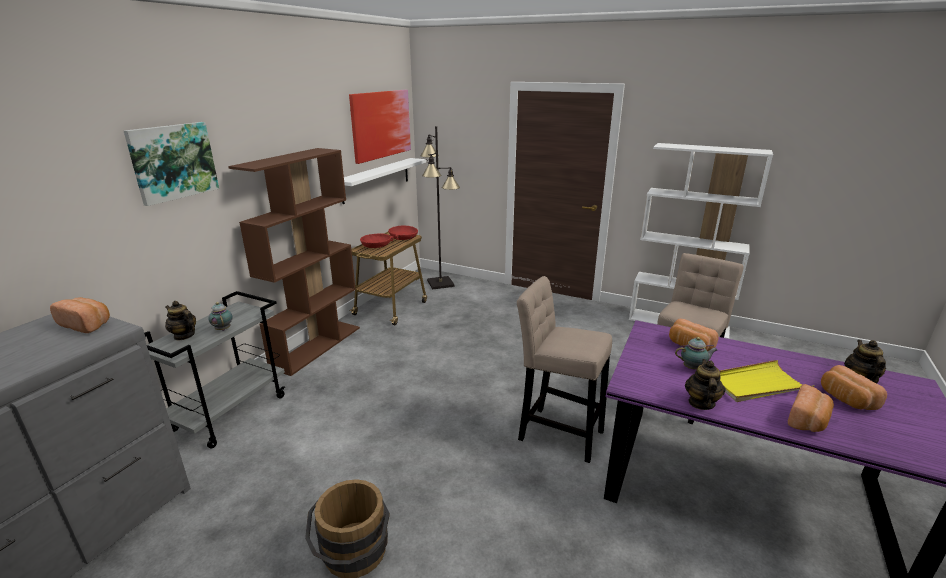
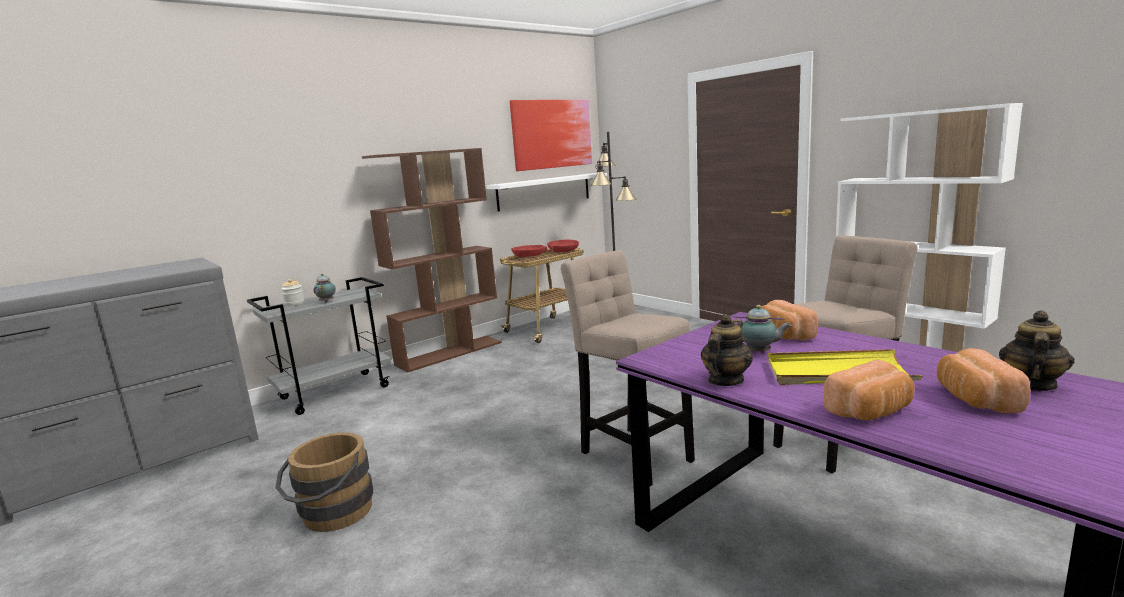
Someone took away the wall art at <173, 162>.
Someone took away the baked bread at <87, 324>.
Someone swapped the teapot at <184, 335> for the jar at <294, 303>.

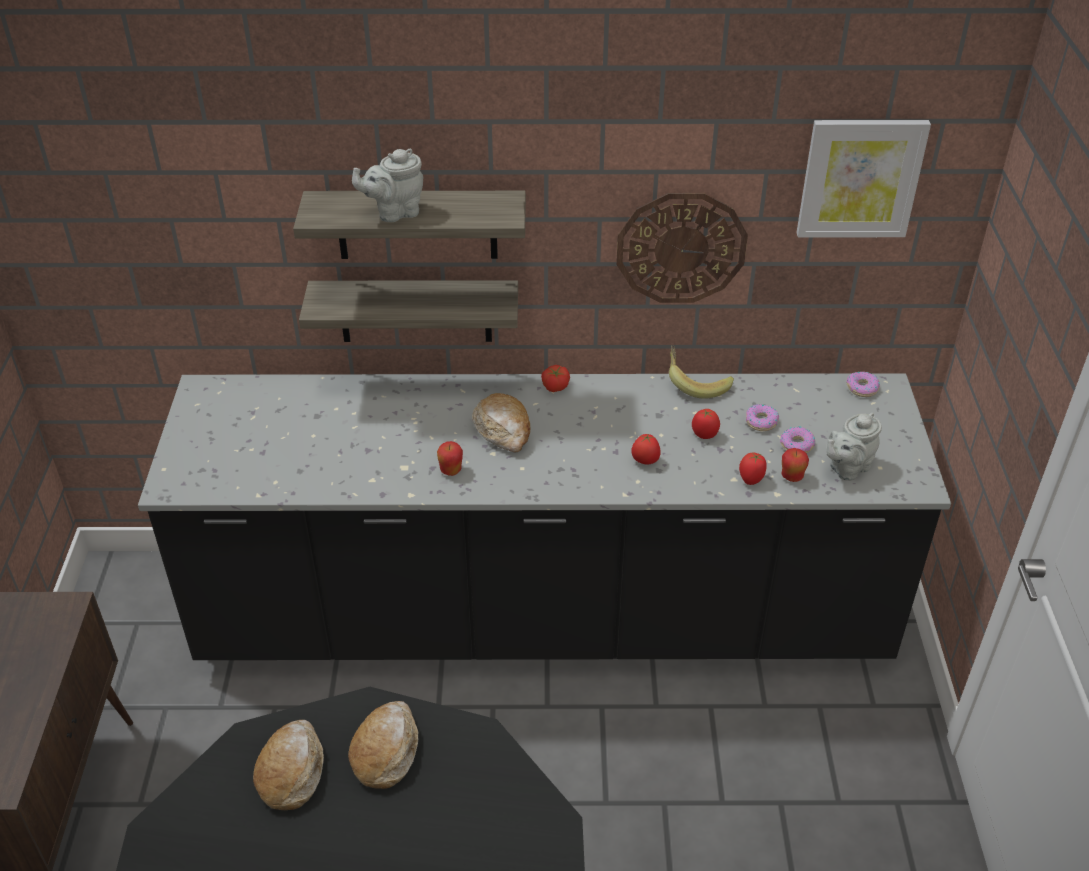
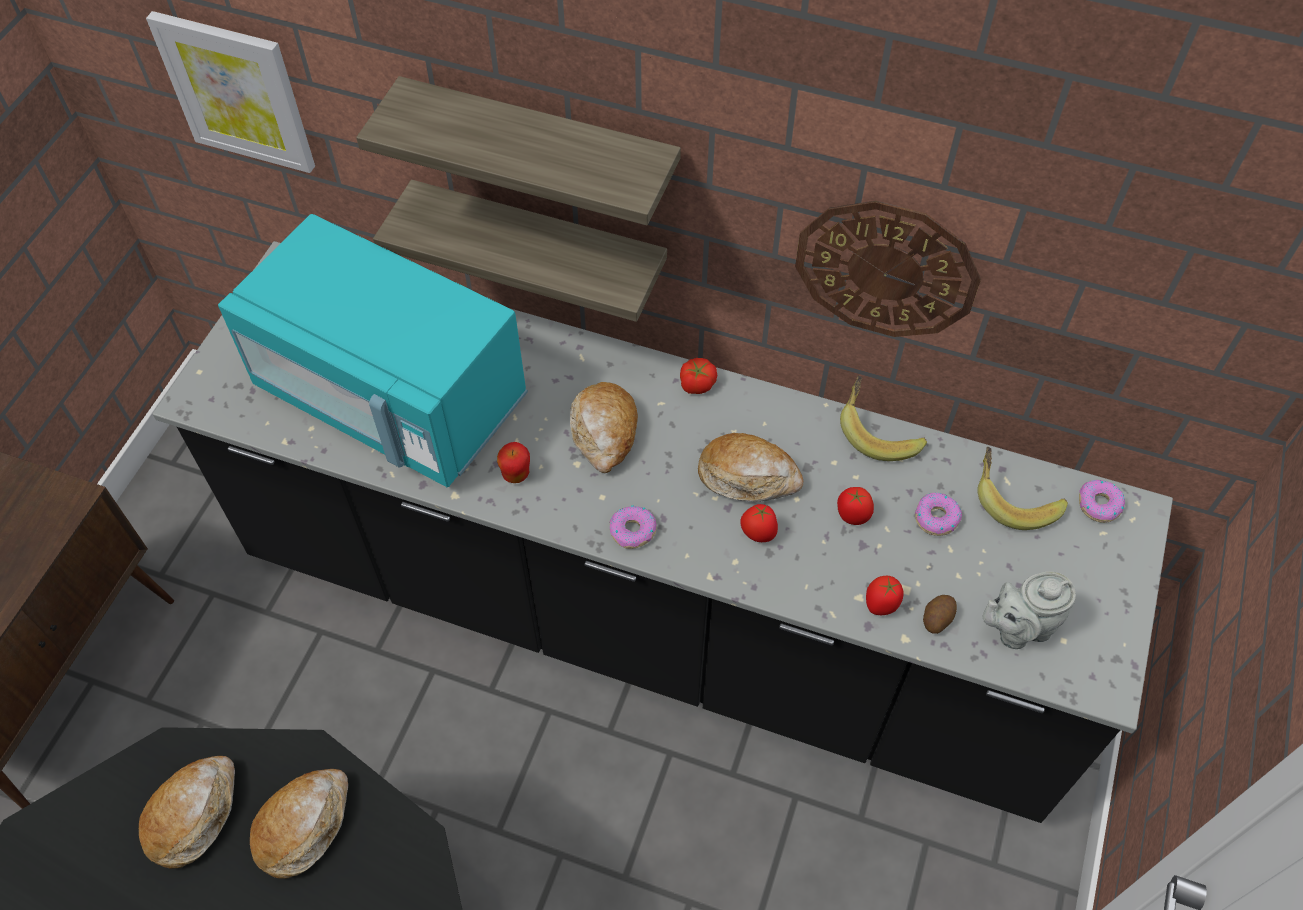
Someone carried the wall art from <860, 178> to <237, 91>.
Someone took away the grey teapot at <394, 212>.
Someone carried the ring doughnut from <797, 445> to <633, 531>.
Someone swapped the whole apple at <792, 477> for the whole potato at <936, 618>.
Someone put down the turquoise kitchen microwave at <392, 397>.
Someone put down the baked bread at <748, 476>.
Someone put down the whole banana at <1013, 499>.

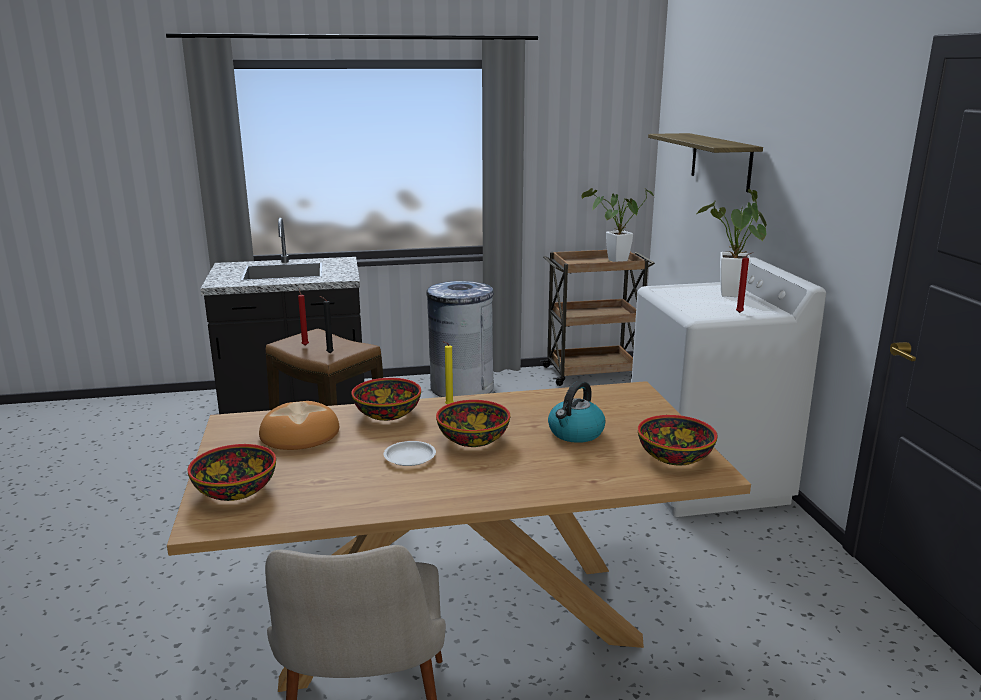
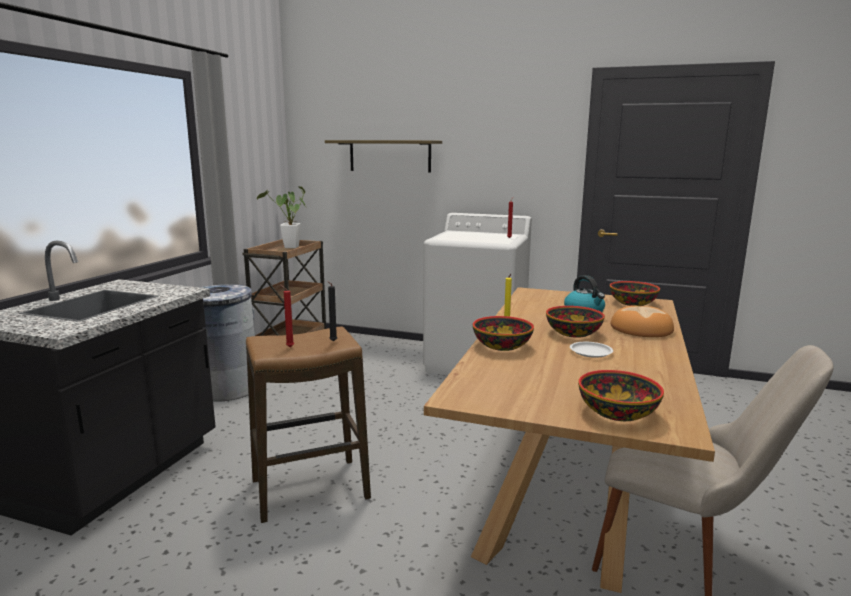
Someone took away the plant in a pot at <730, 296>.
Someone carried the baked bread from <300, 433> to <640, 329>.

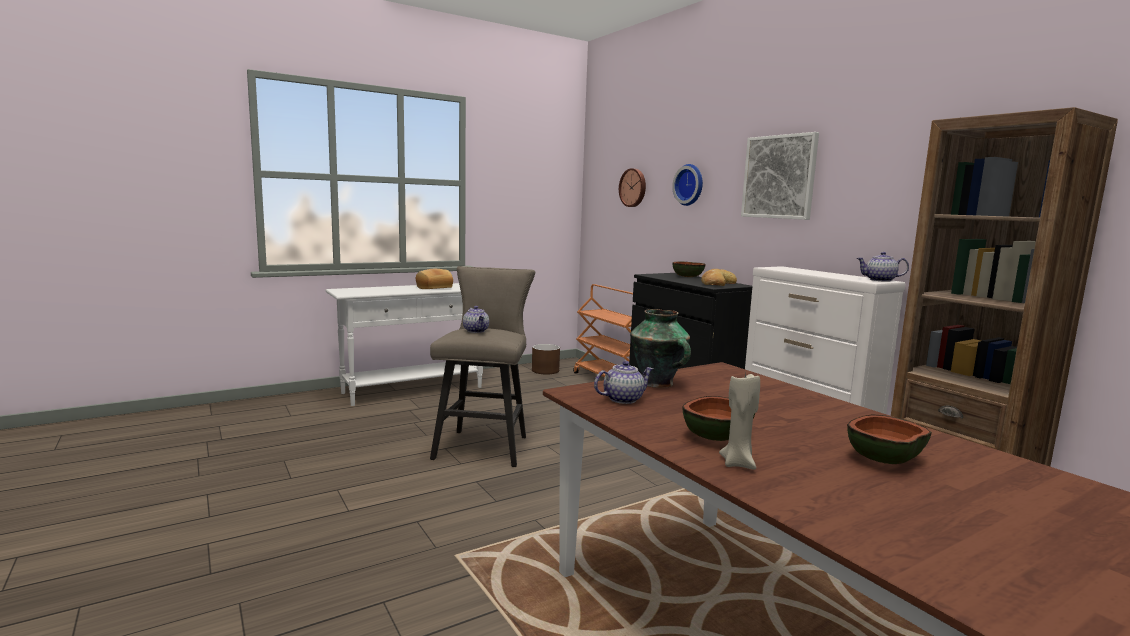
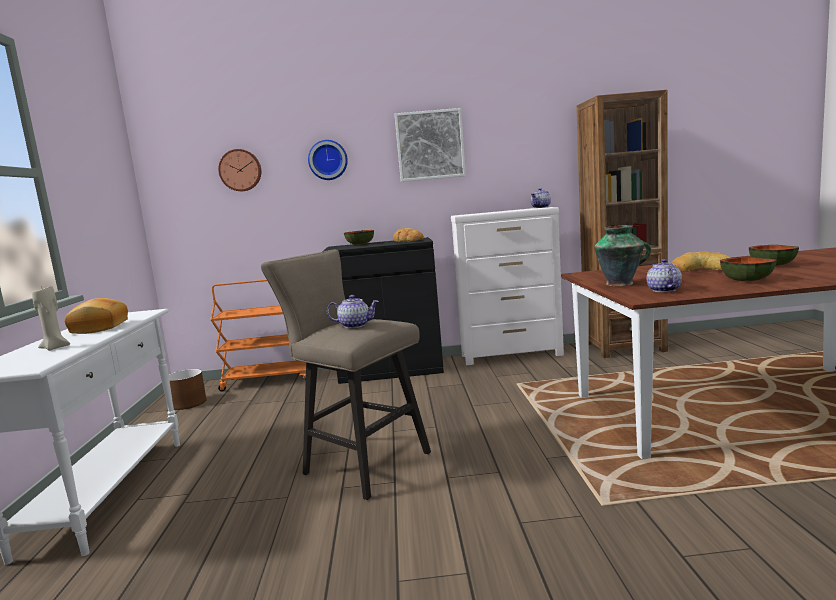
Someone carried the beige-coloured candle from <738, 463> to <55, 348>.
Someone put down the baked bread at <701, 269>.

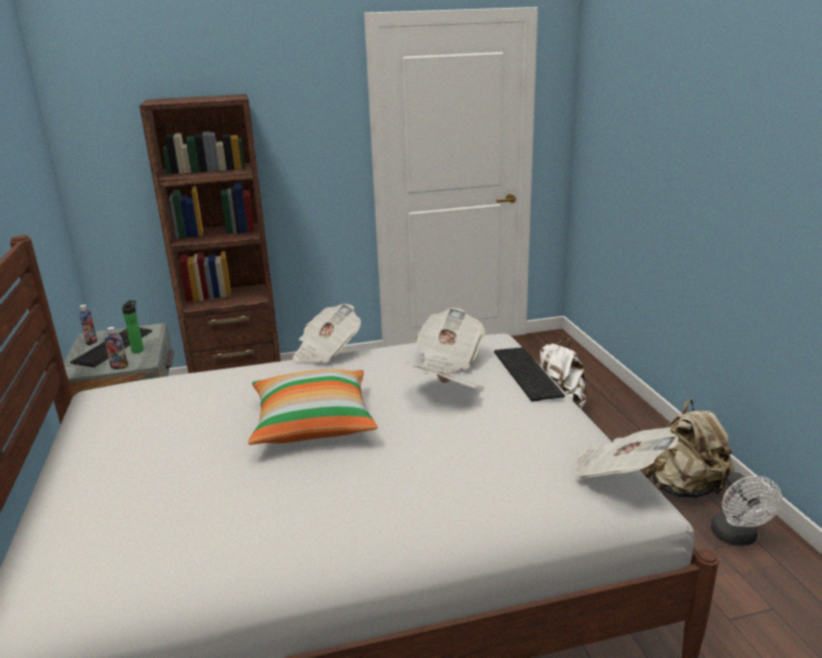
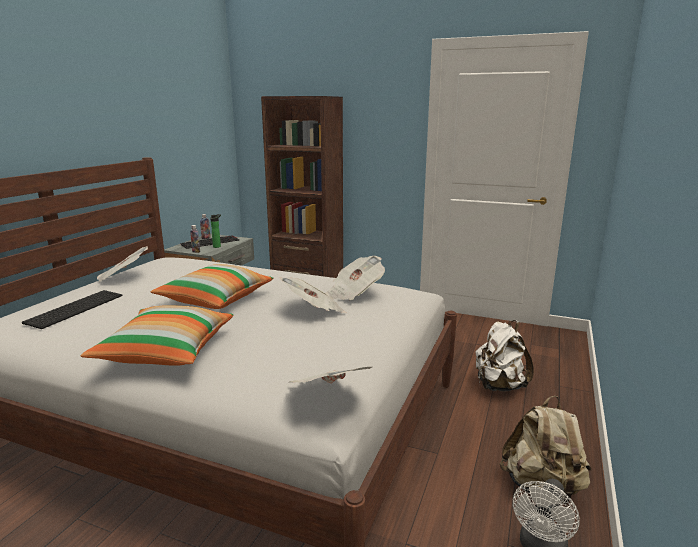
Someone carried the newspaper from <326, 351> to <123, 277>.
Someone carried the computer keyboard from <524, 373> to <75, 308>.
Someone put down the cushion at <166, 351>.

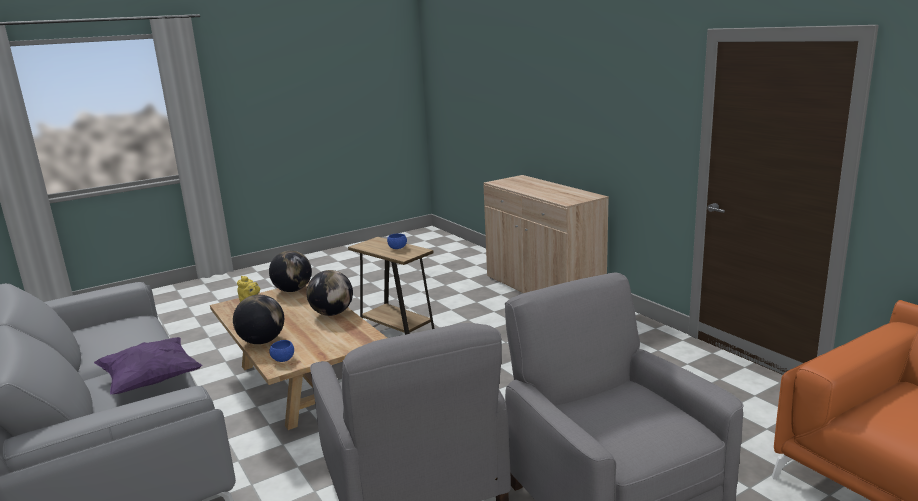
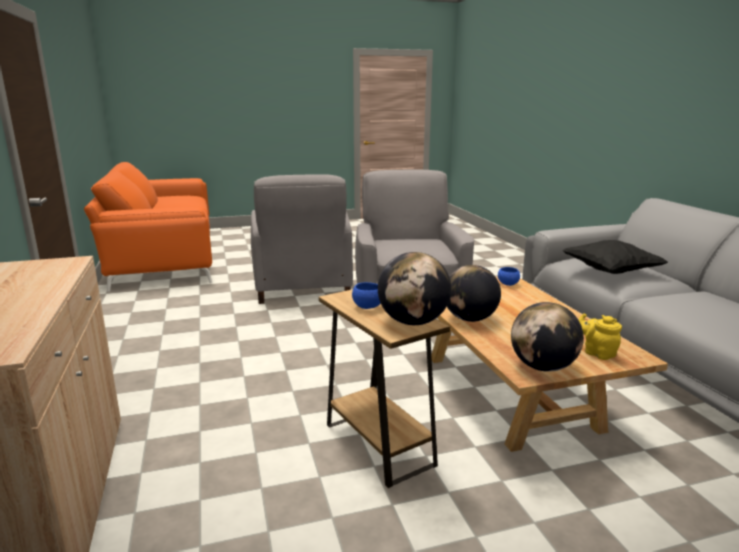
Someone carried the desk globe from <262, 341> to <413, 322>.
Someone repainted the purple-coloured cushion at <151, 381>, which became the black cushion at <610, 271>.

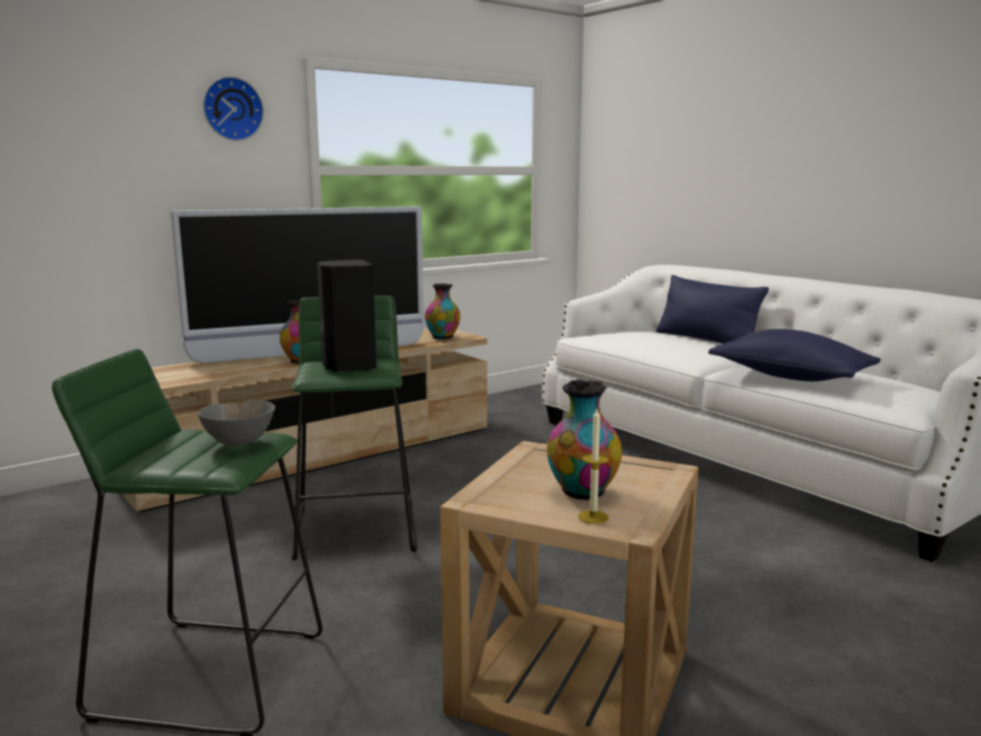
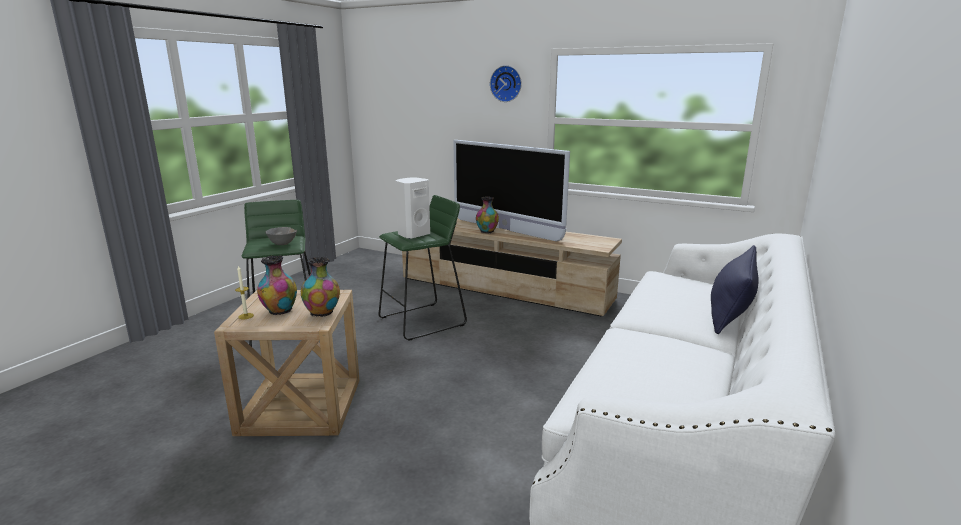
Someone repainted the black loudspeaker at <348, 367>, which became the white-coloured loudspeaker at <413, 234>.
Someone carried the decorative vase from <443, 337> to <322, 313>.
Someone took away the bluish cushion at <790, 377>.

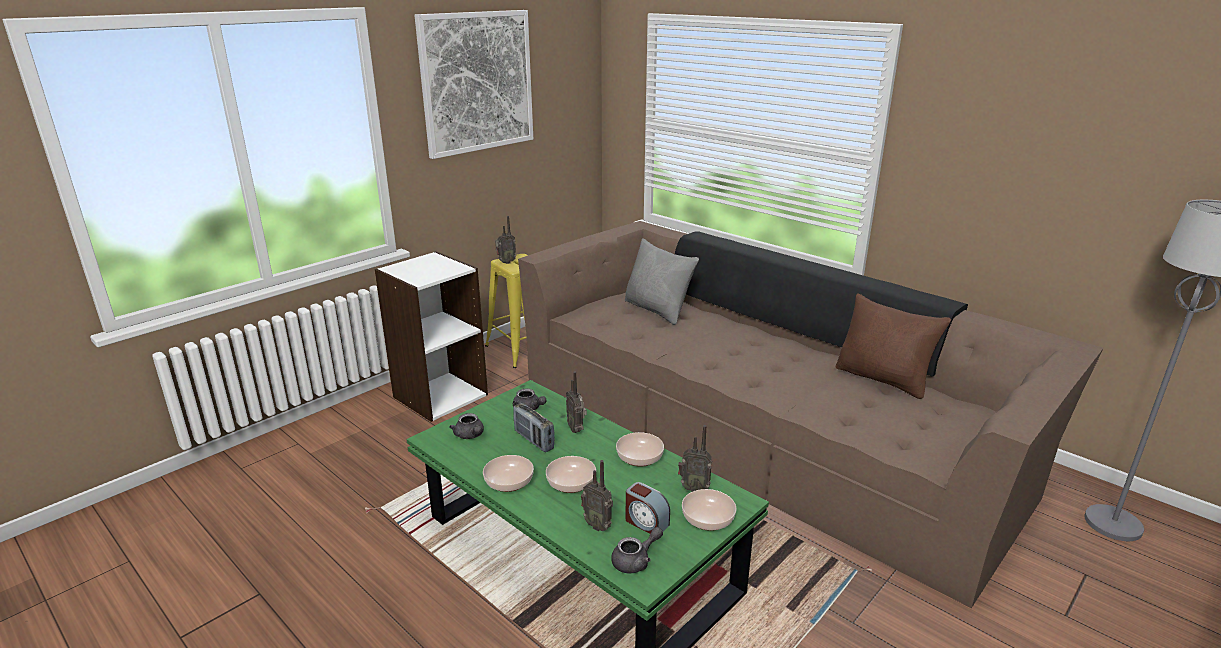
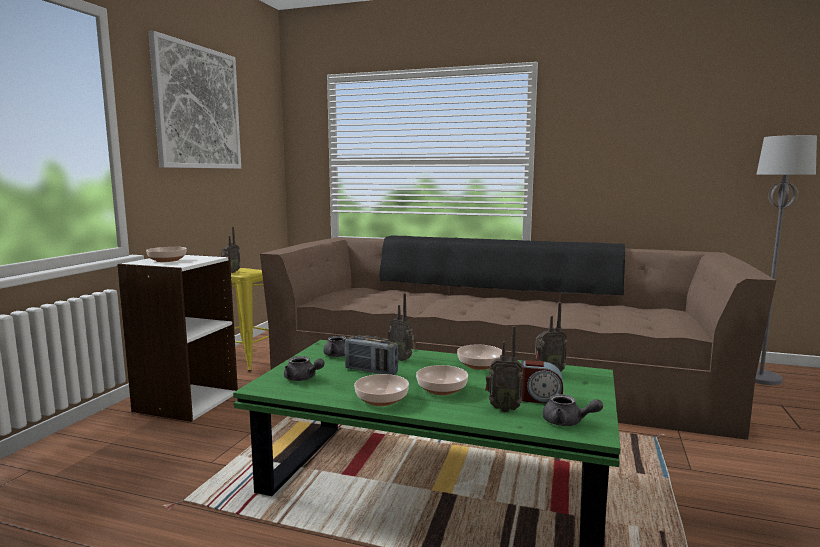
Someone took away the grey cushion at <657, 310>.
Someone took away the brownish cushion at <883, 379>.
Someone carried the serving bowl from <707, 519> to <167, 260>.
Someone rotated the grey teapot at <636, 561> by 90 degrees clockwise.

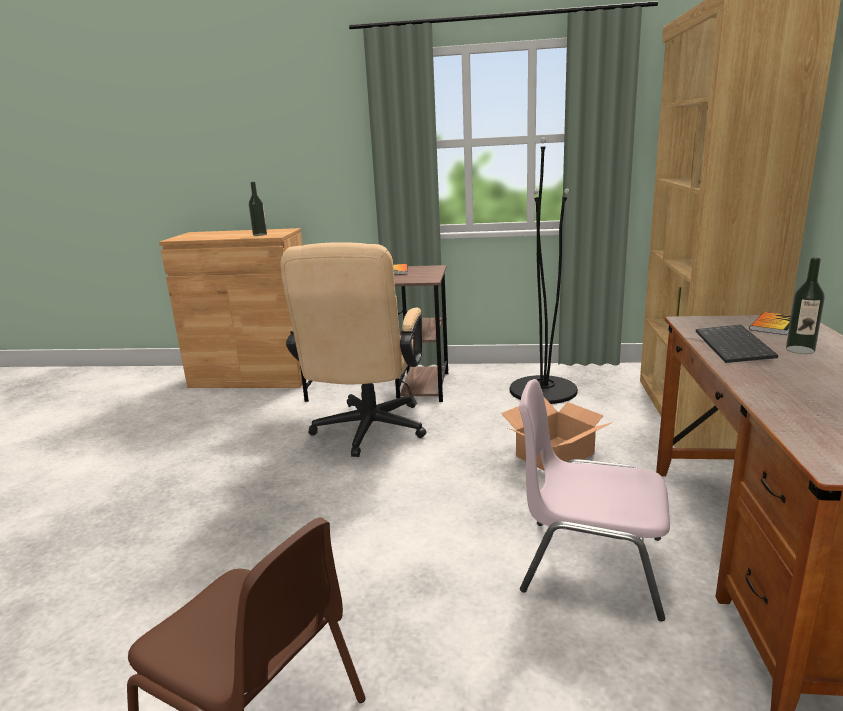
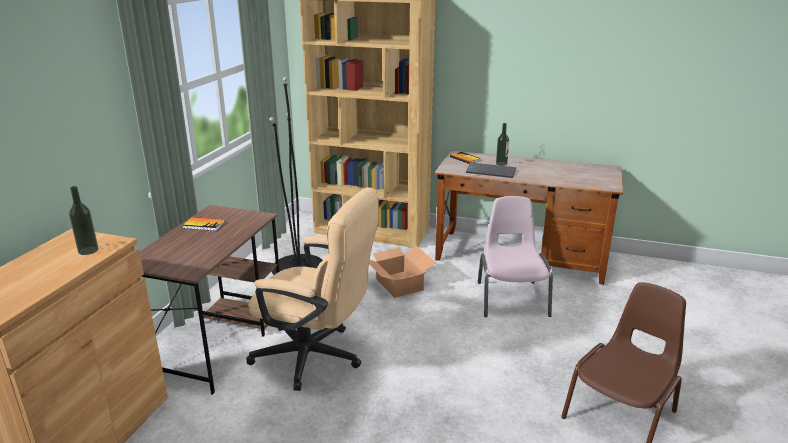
Someone rotated the pink-coloured plain chair at <590, 564> by 150 degrees clockwise.

